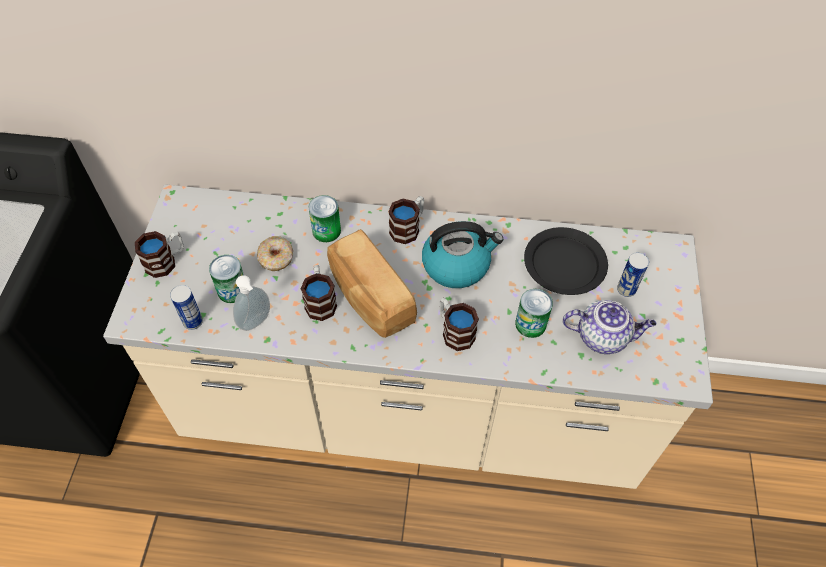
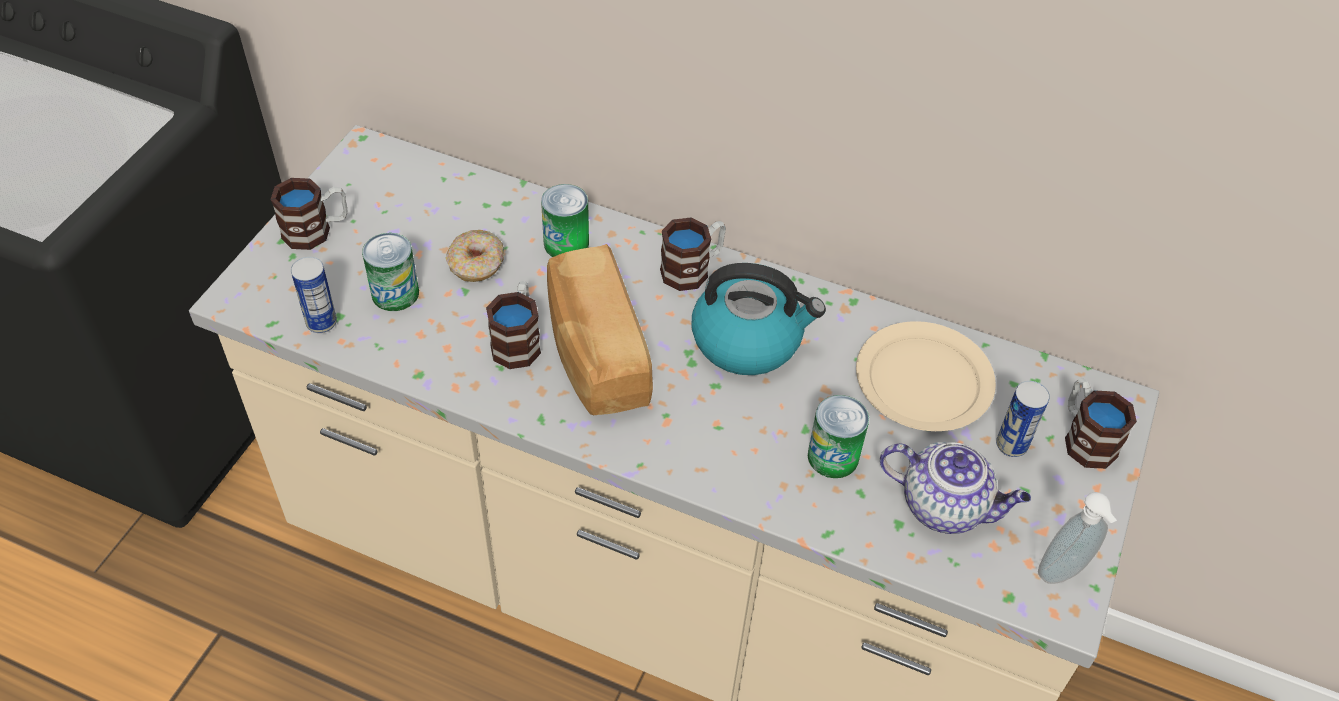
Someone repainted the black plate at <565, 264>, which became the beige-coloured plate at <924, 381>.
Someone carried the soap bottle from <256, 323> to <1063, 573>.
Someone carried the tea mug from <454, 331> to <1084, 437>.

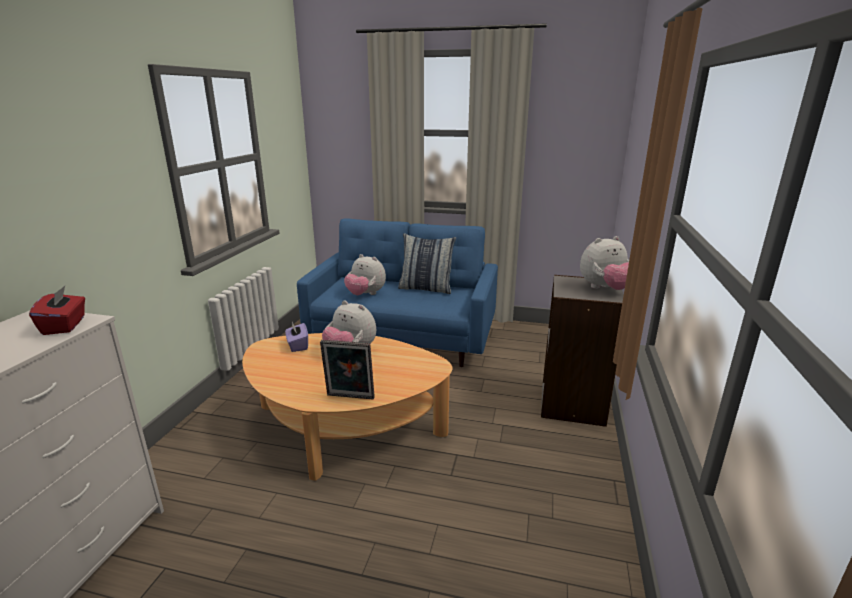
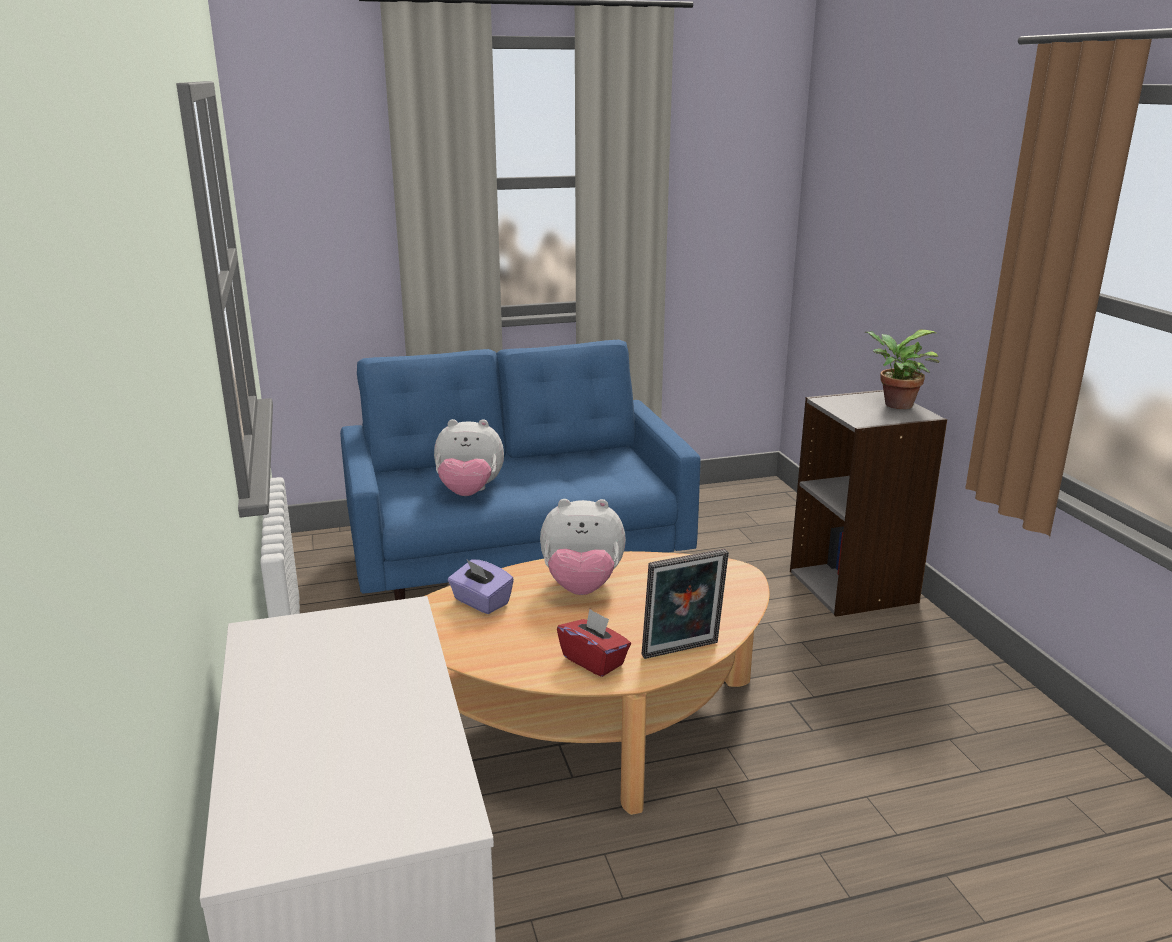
Someone took away the cushion at <426, 288>.
Someone swapped the plush toy at <604, 289> for the plant in a pot at <894, 405>.
Someone carried the red-coloured tissue box from <65, 325> to <594, 660>.

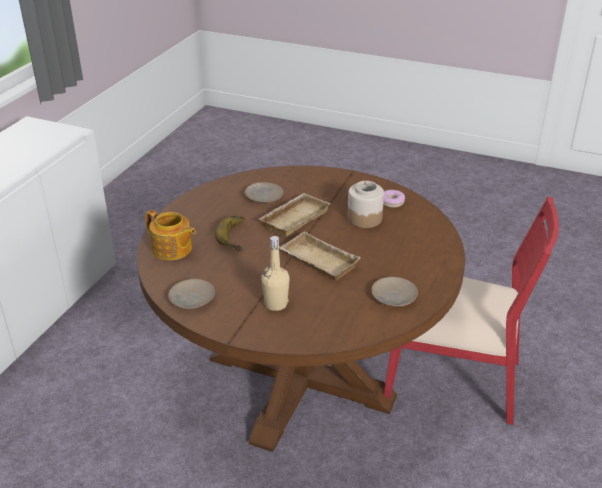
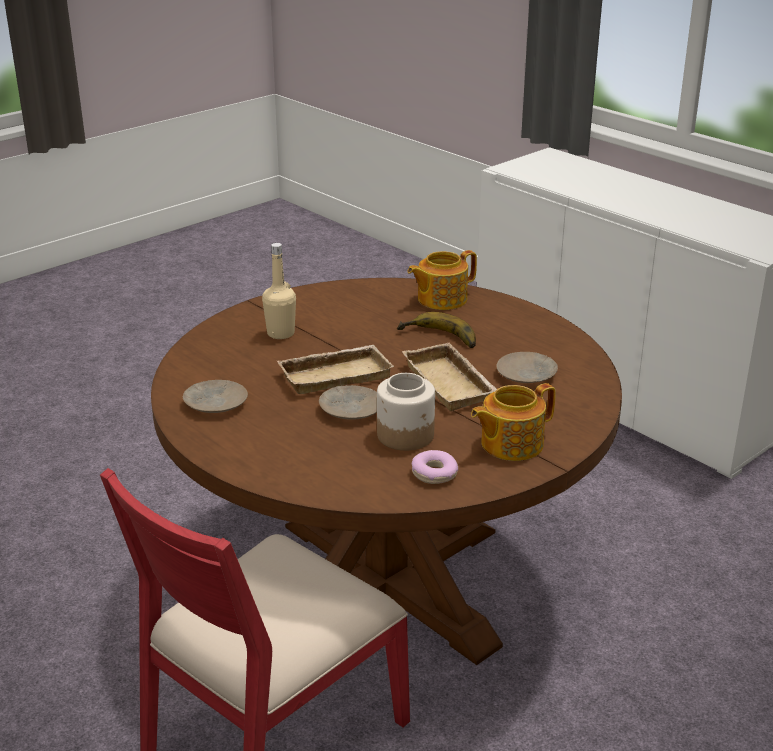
Someone carried the beige-coloured plate from <191, 299> to <350, 409>.
Someone put down the teapot at <510, 444>.

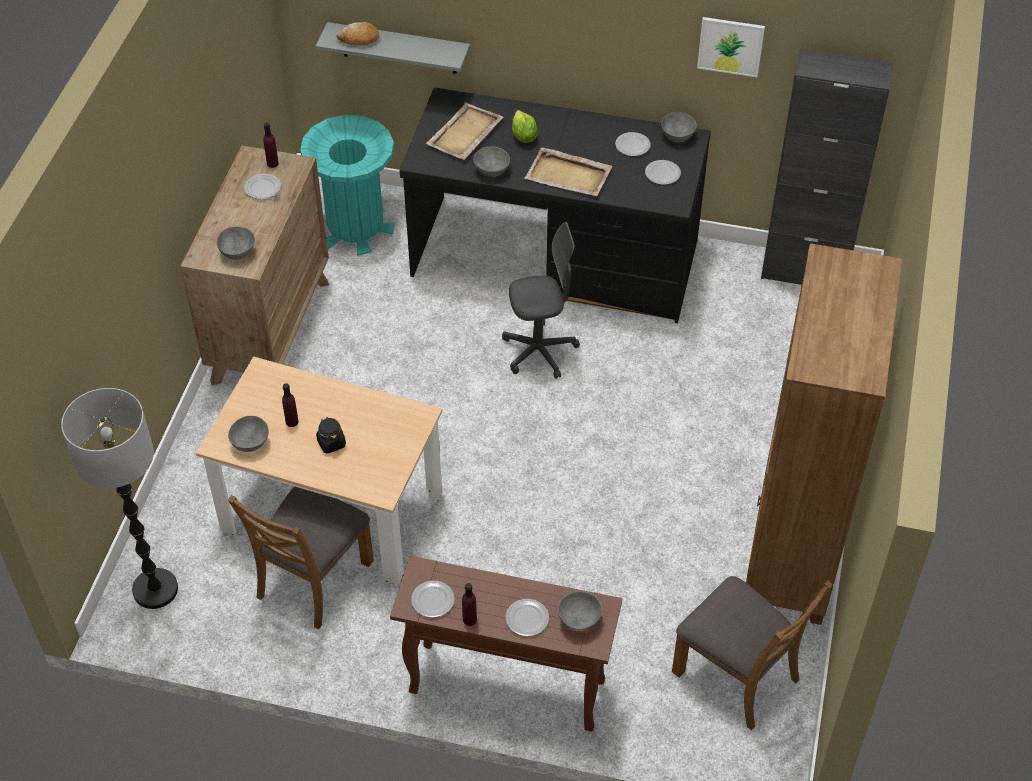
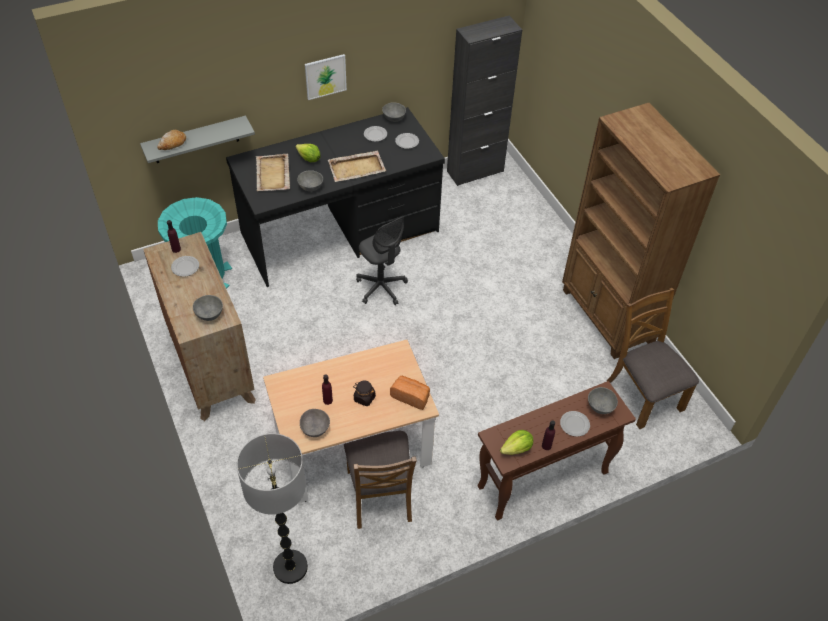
Someone carried the wall art from <730, 46> to <325, 76>.
Someone rotated the grey office chair at <539, 351> by 105 degrees clockwise.
Someone rotated the brownish plain chair at <738, 675> by 120 degrees counterclockwise.
Someone swapped the plate at <433, 601> for the lettuce head at <517, 449>.
Someone put down the baked bread at <411, 396>.

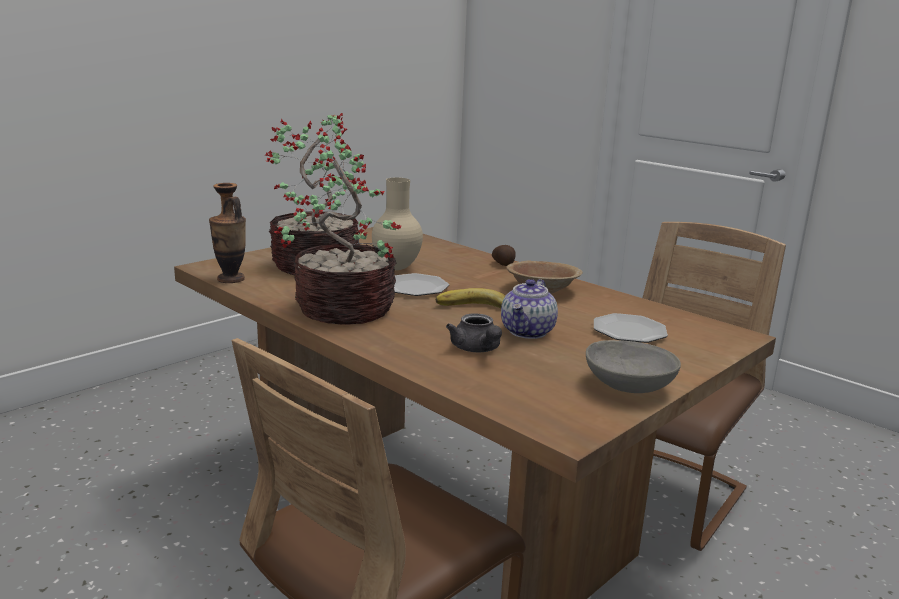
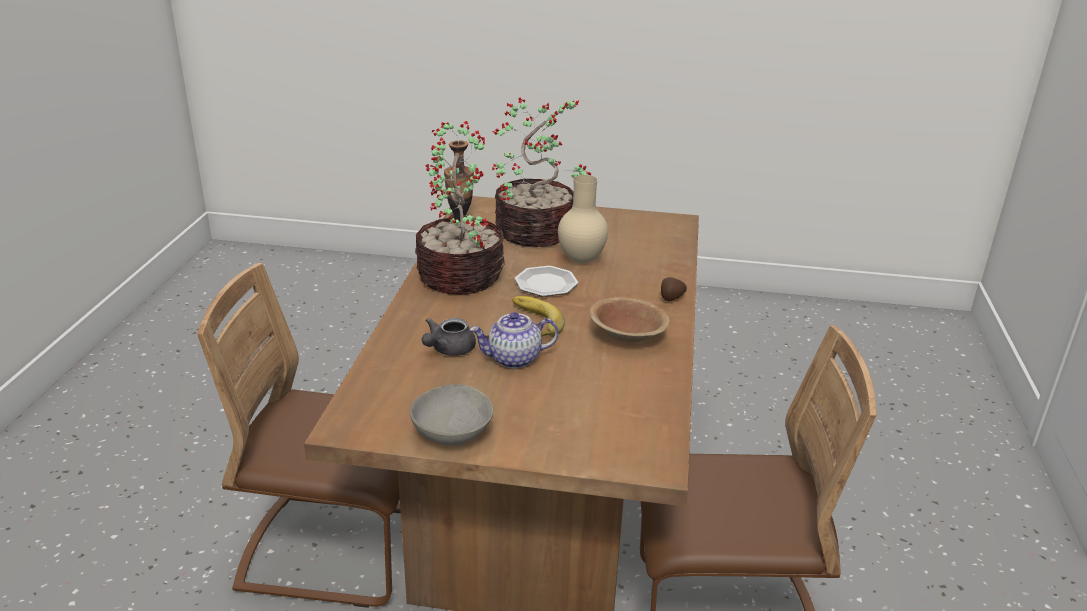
Someone took away the plate at <629, 331>.

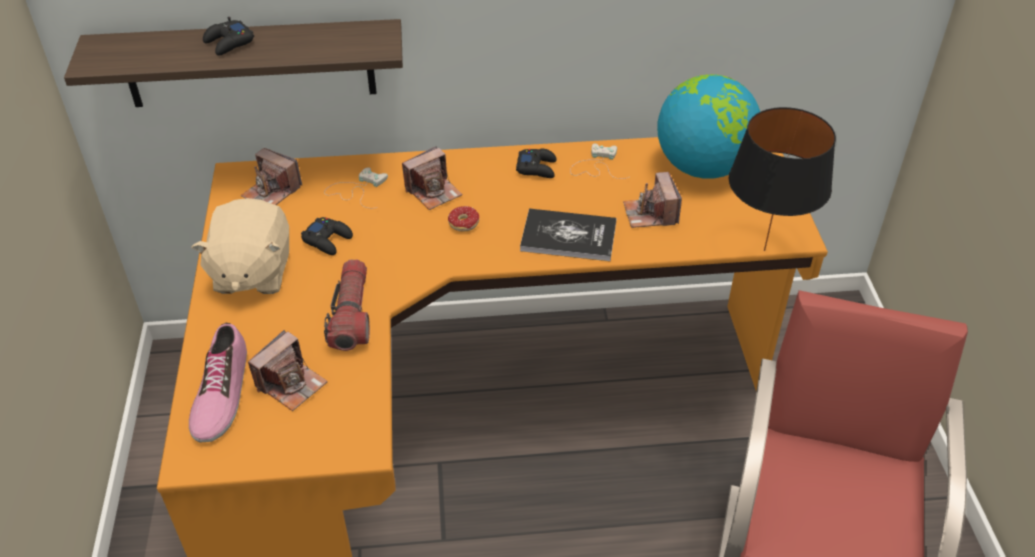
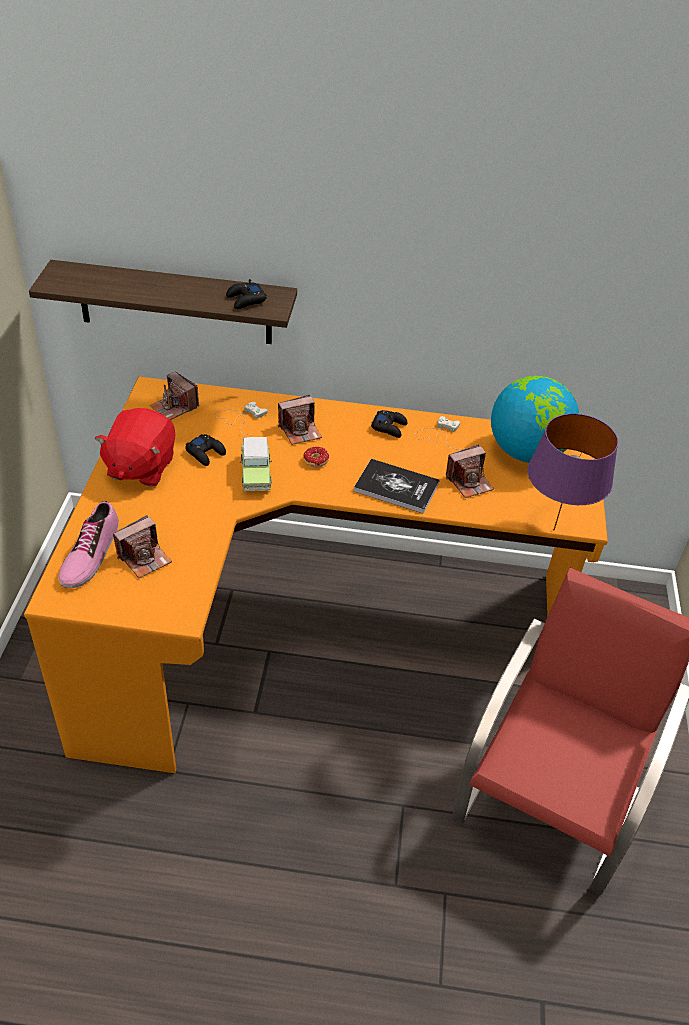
Someone carried the black joypad from <229, 43> to <246, 300>.
Someone repainted the black lamp for a table at <765, 250>, which became the purple-coloured lamp for a table at <555, 530>.
Someone rotated the photo camera at <650, 214> by 120 degrees counterclockwise.
Someone repainted the beige-coloured plush toy at <252, 272>, which became the red-coloured plush toy at <140, 467>.
Someone took away the torch at <351, 315>.
Someone put down the model car at <256, 474>.

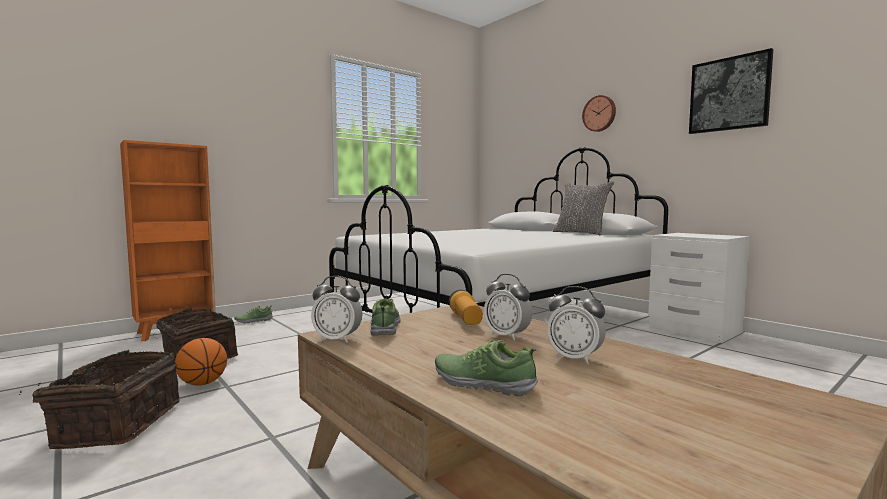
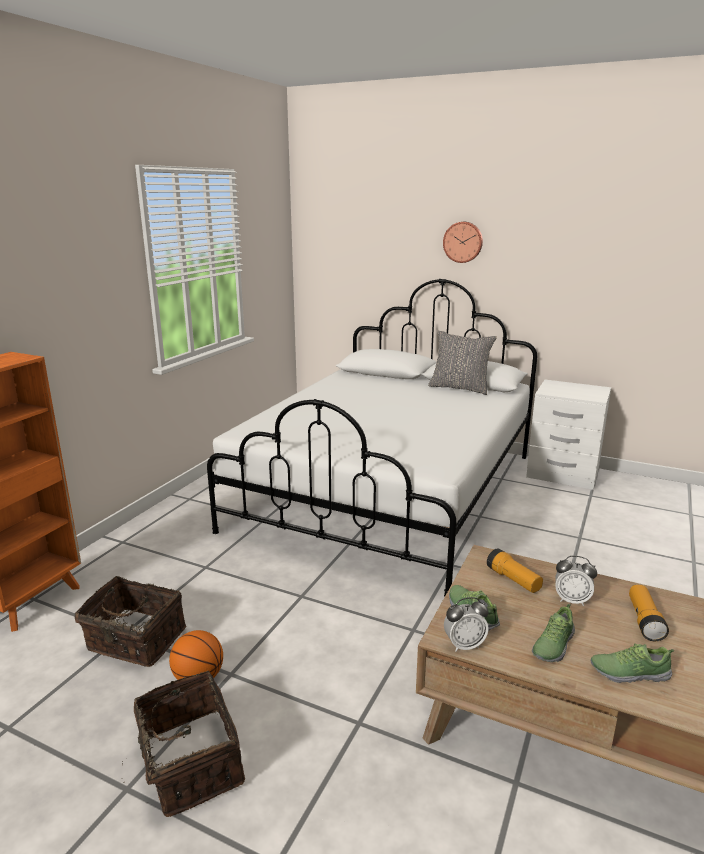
Someone took away the wall art at <729, 94>.
Someone swapped the table clock at <575, 358> for the torch at <644, 621>.
Someone carried the low shoe from <253, 321> to <552, 645>.

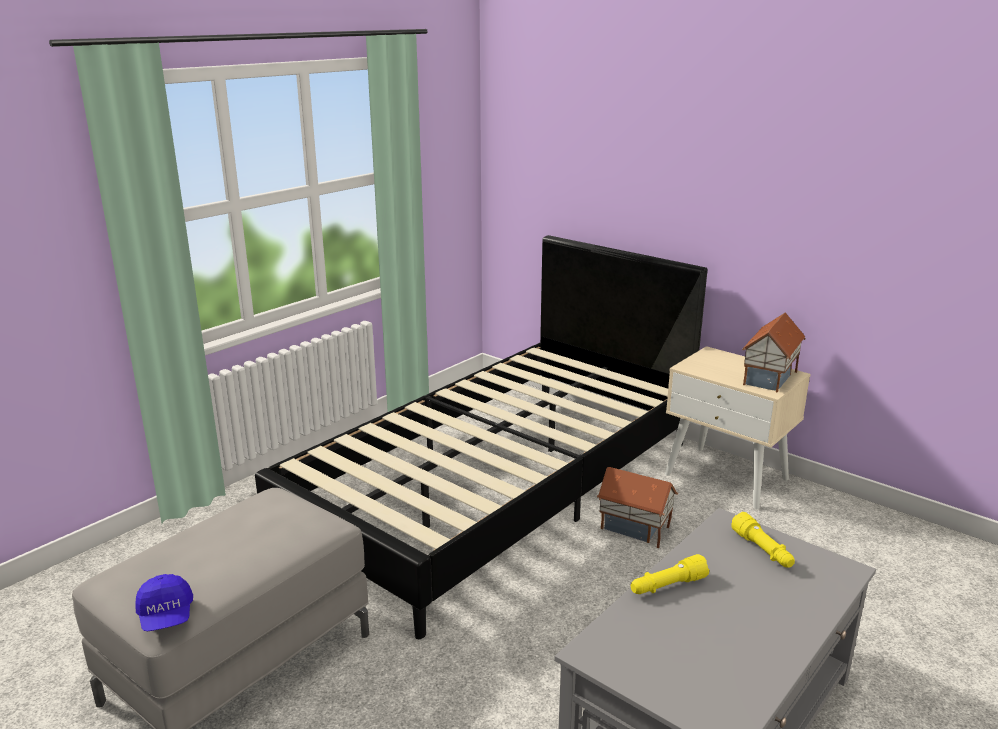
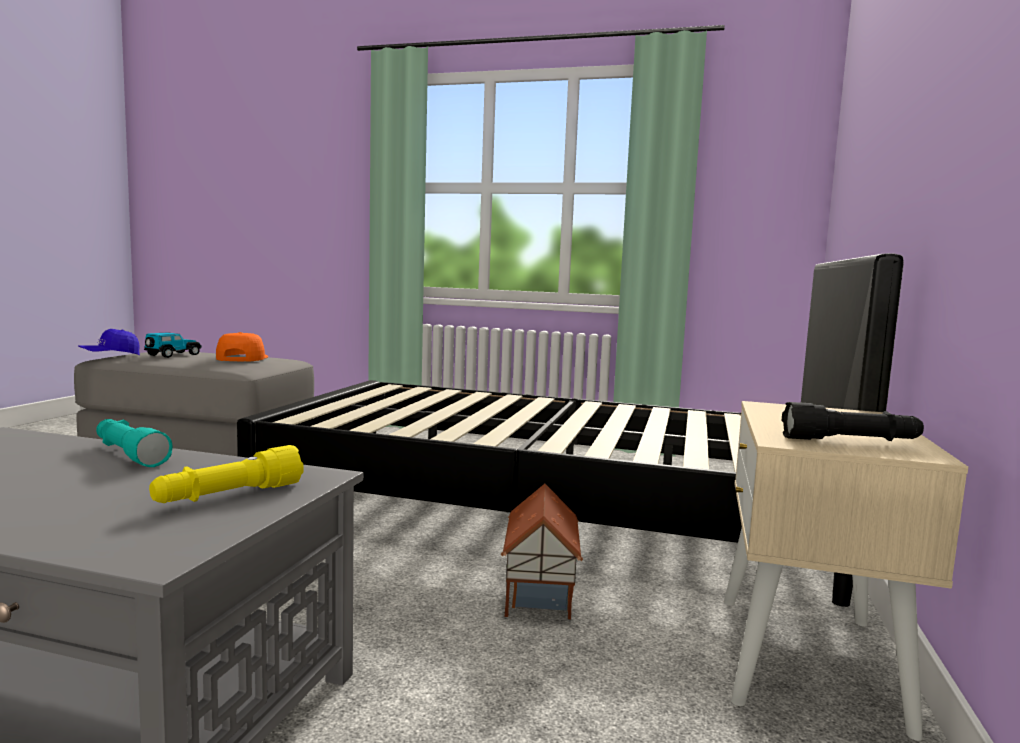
Someone swapped the model house at <771, 378> for the black torch at <850, 441>.
Someone repainted the yellow torch at <667, 586>, which became the turquoise torch at <129, 454>.
Someone put down the model car at <172, 355>.
Someone put down the orange cap at <241, 358>.

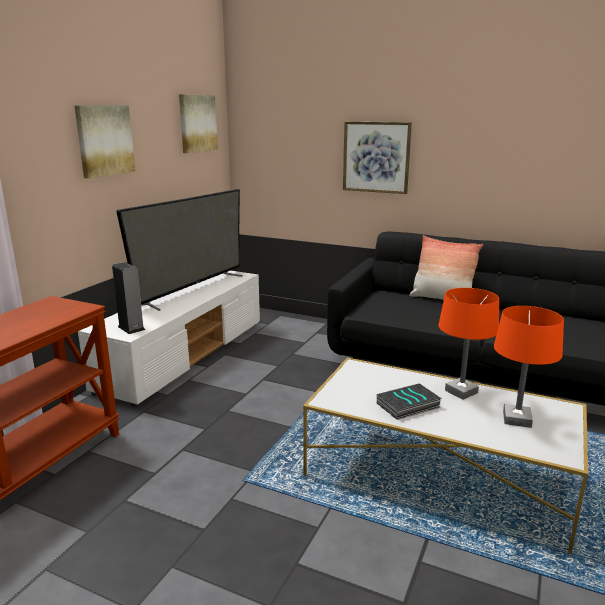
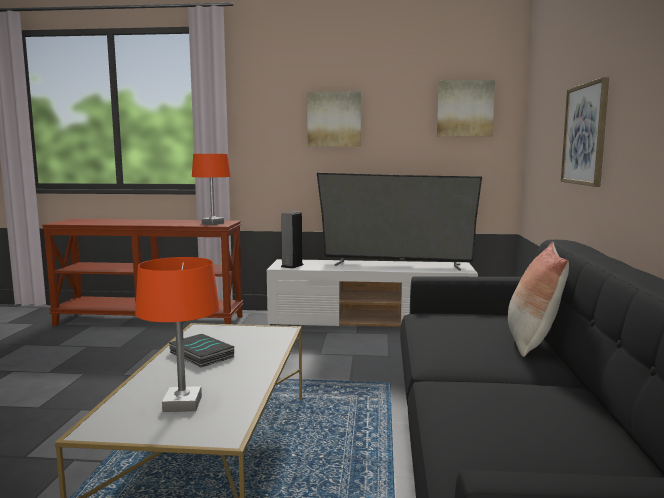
Someone carried the orange lamp for a table from <461, 392> to <212, 223>.

